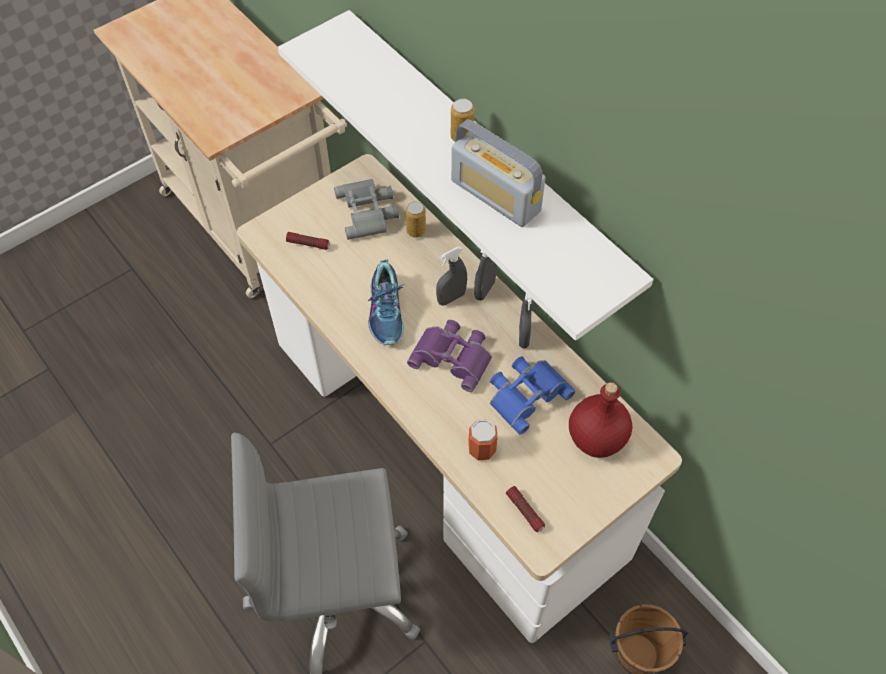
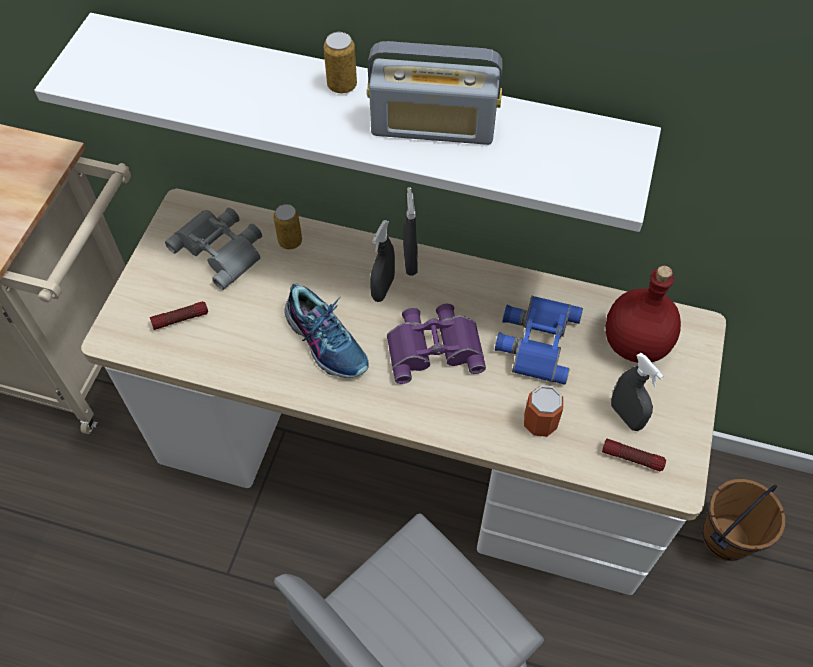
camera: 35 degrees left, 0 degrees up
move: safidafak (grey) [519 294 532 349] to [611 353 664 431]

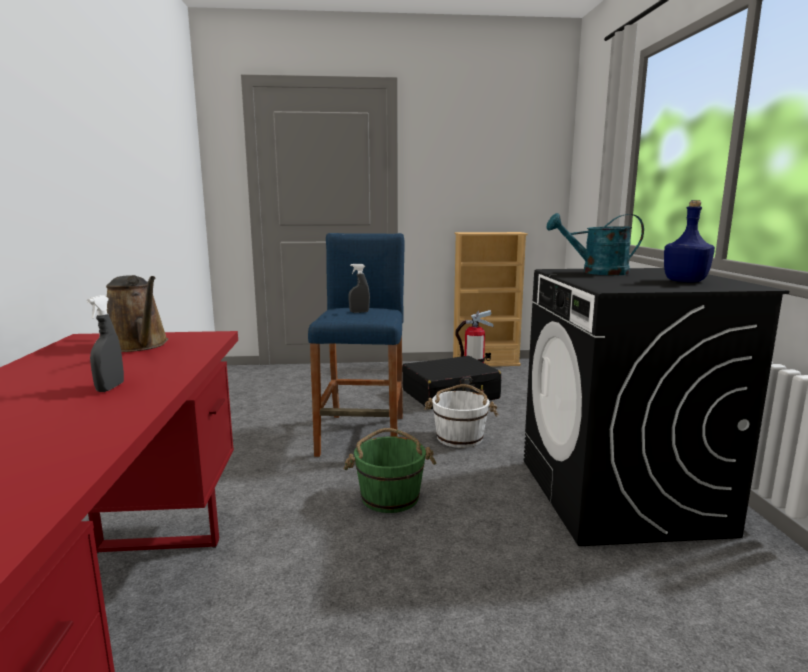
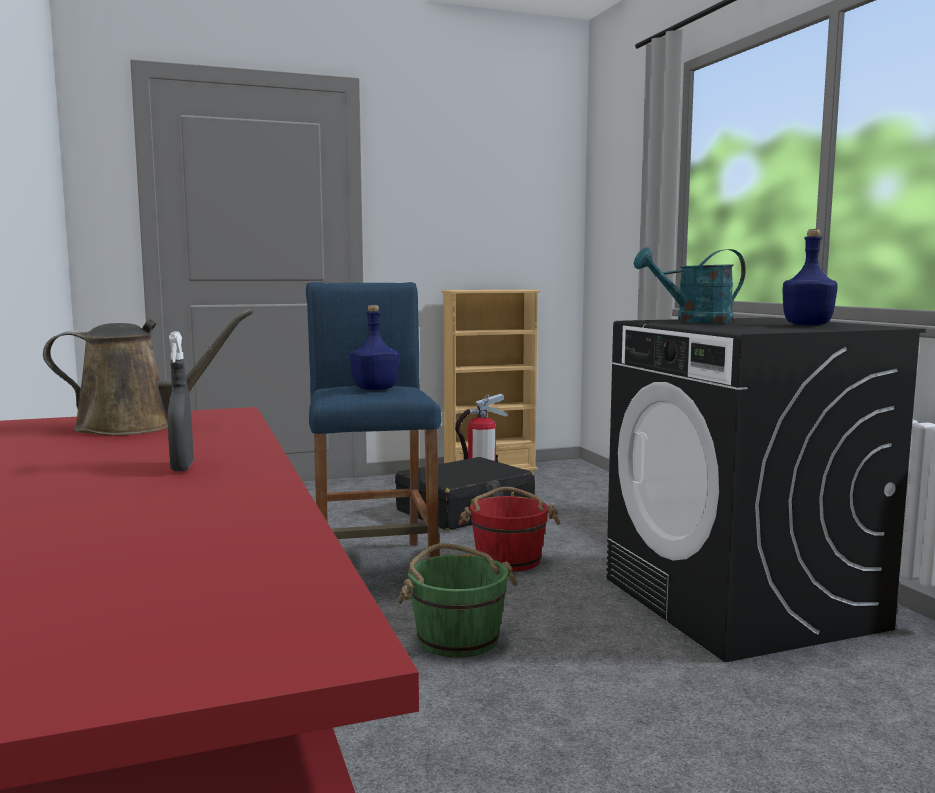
camera: 15 degrees left, 5 degrees down
replace: safidafak (grey) [348 264 370 313] to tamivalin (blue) [350 305 399 390]
recolor: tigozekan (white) [424 384 498 448] to tigozekan (red) [458 487 560 572]
rotate: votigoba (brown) [106 275 168 352] = [43 309 253 436] 45 degrees counterclockwise

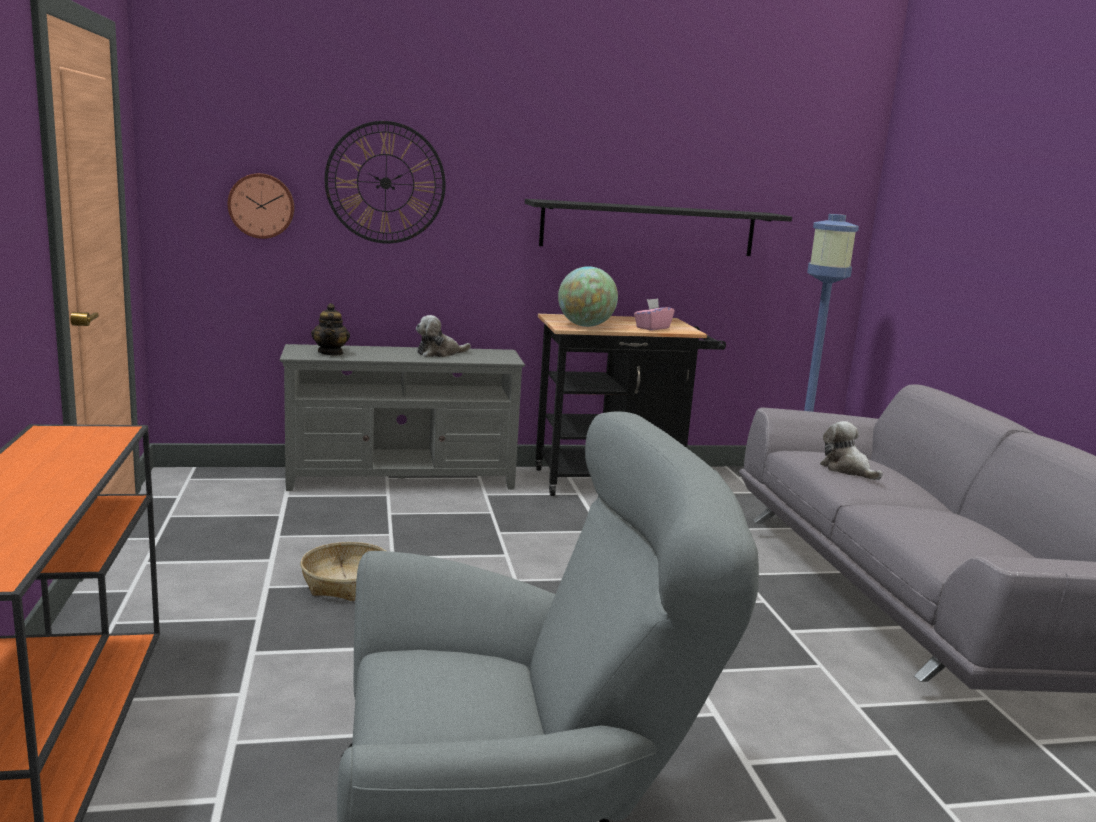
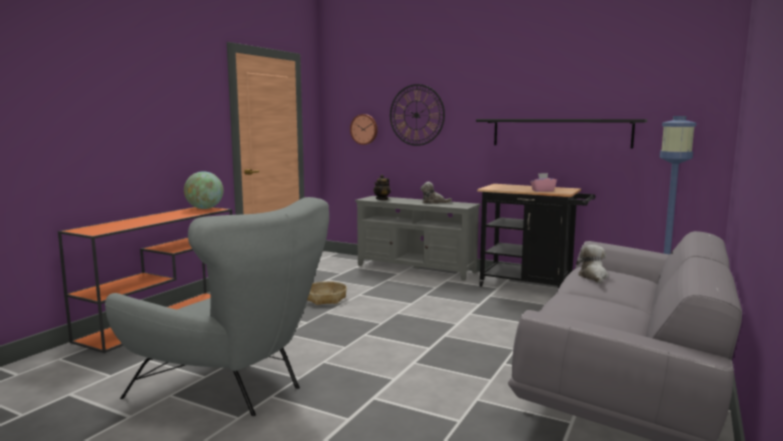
camera: 40 degrees right, 5 degrees down
move: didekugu [558 266 618 327] to [184 171 223 209]

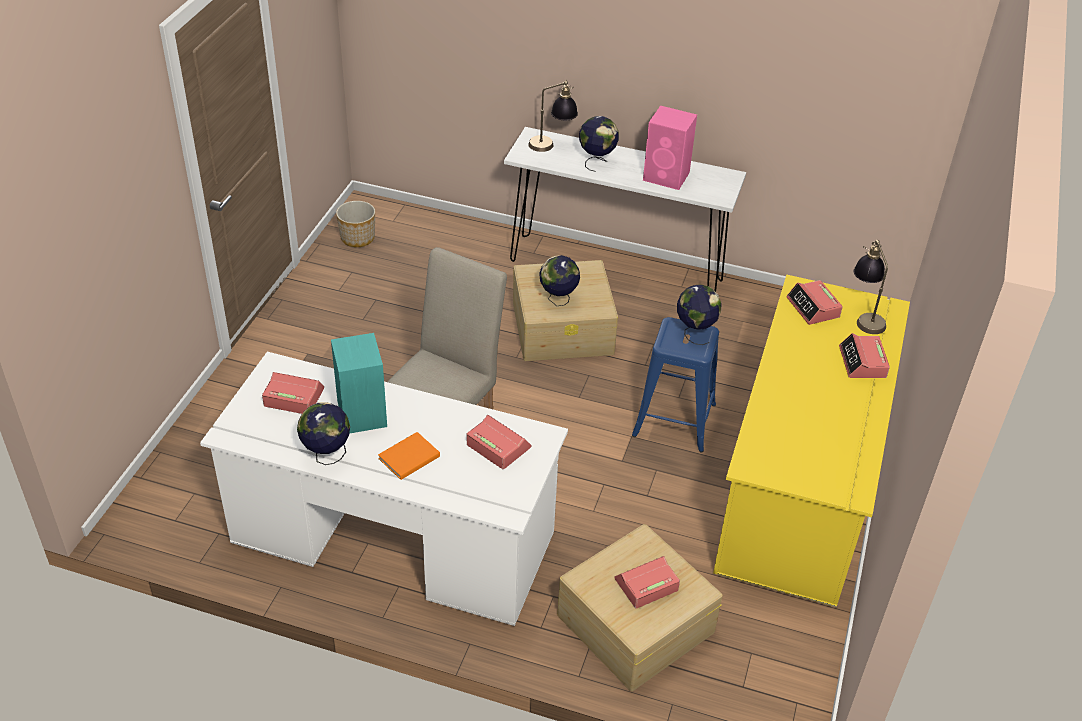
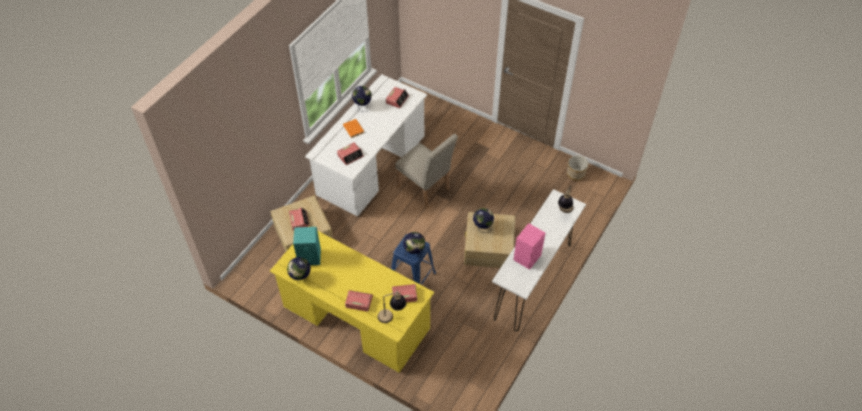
camera: 105 degrees right, 10 degrees up
move: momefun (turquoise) [331 333 387 434] to [293 227 321 265]; didekugu [579 116 619 172] to [287 257 311 282]

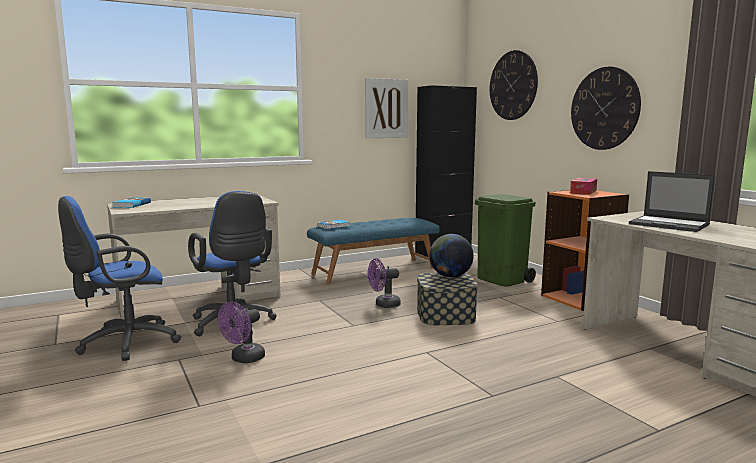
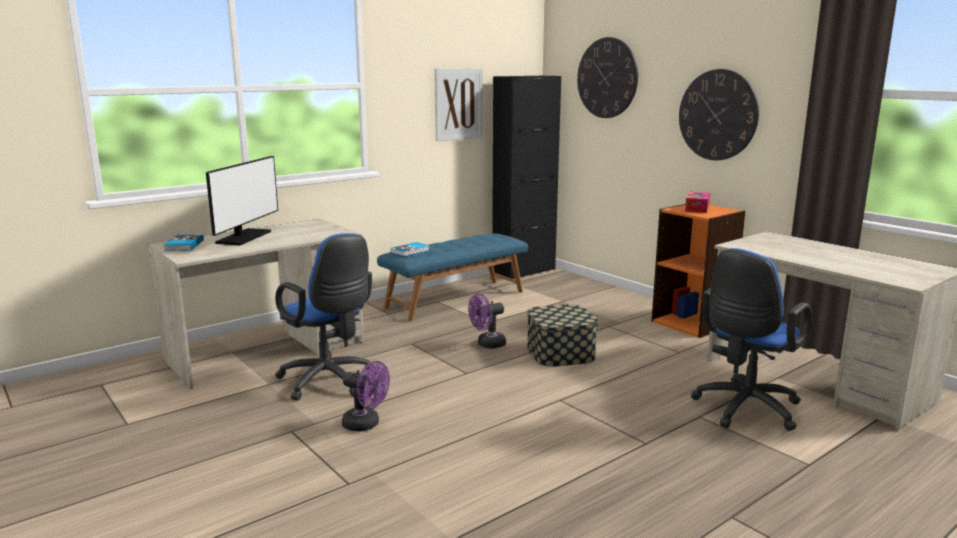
camera: 10 degrees left, 5 degrees up
delete: didekugu [429 234 474 277]; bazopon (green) [475 194 536 286]; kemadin [629 171 716 232]
insert: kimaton [206 156 278 245]
move: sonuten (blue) [58 196 181 361] to [691 248 812 431]
rotate: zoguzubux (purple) [218 302 265 363] = [342 361 390 432] 90 degrees counterclockwise

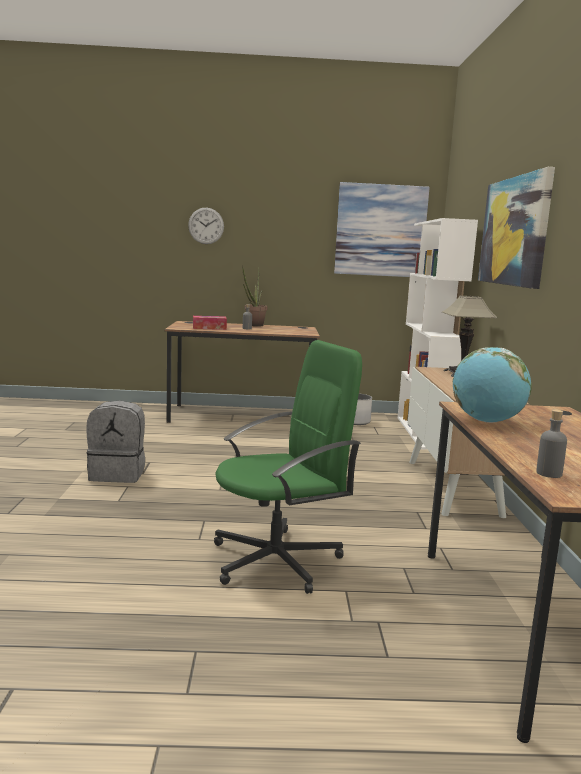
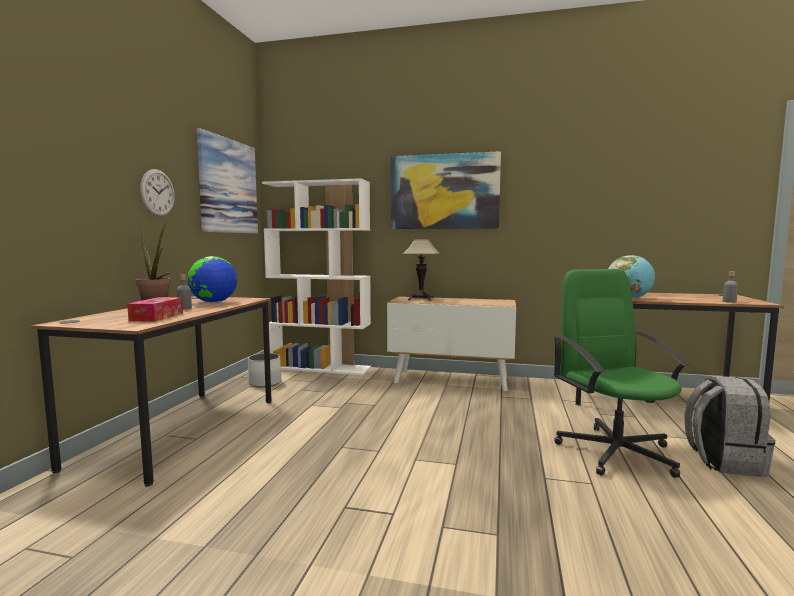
camera: 75 degrees left, 5 degrees down
insert: didekugu [187 256 237 303]
move: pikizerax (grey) [86 400 145 483] to [684 375 775 477]; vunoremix [188 208 224 244] to [140 169 175 216]

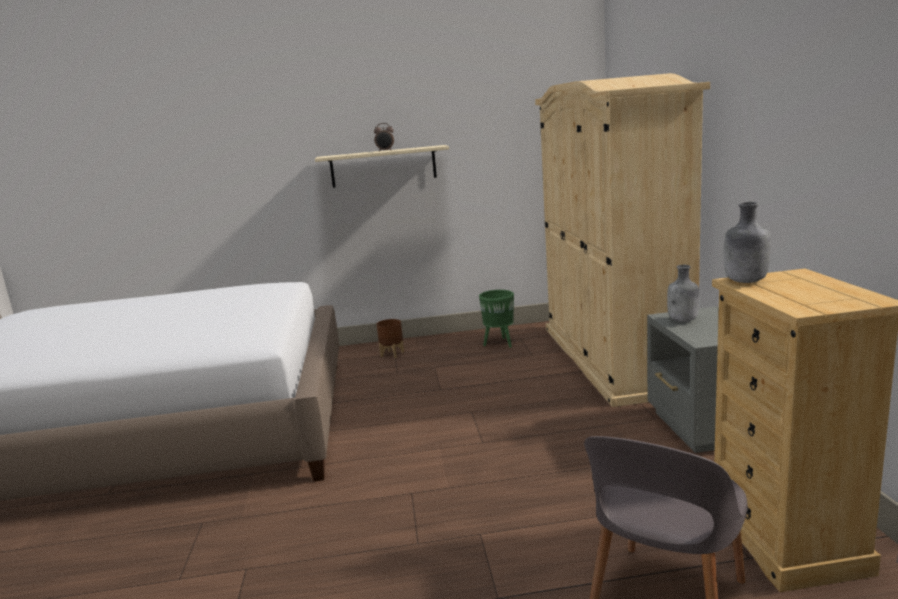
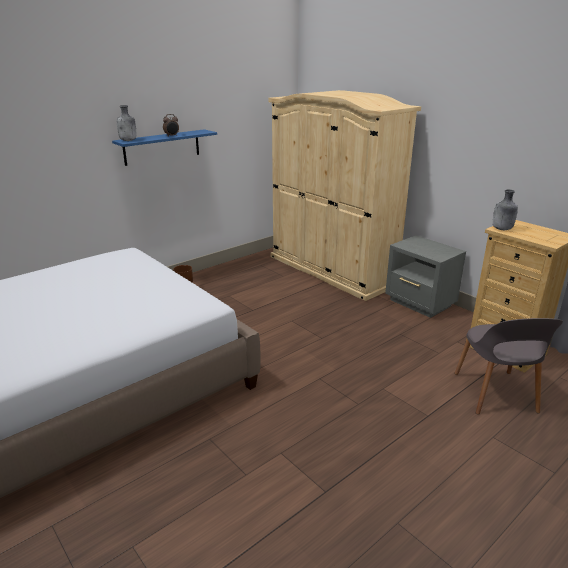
camera: 35 degrees left, 10 degrees up
delete: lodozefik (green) [479 290 514 348]
move: tamivalin (grey) [667 265 699 322] to [117 105 136 141]
recolor: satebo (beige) [315 145 449 188] to satebo (blue) [112 129 217 166]

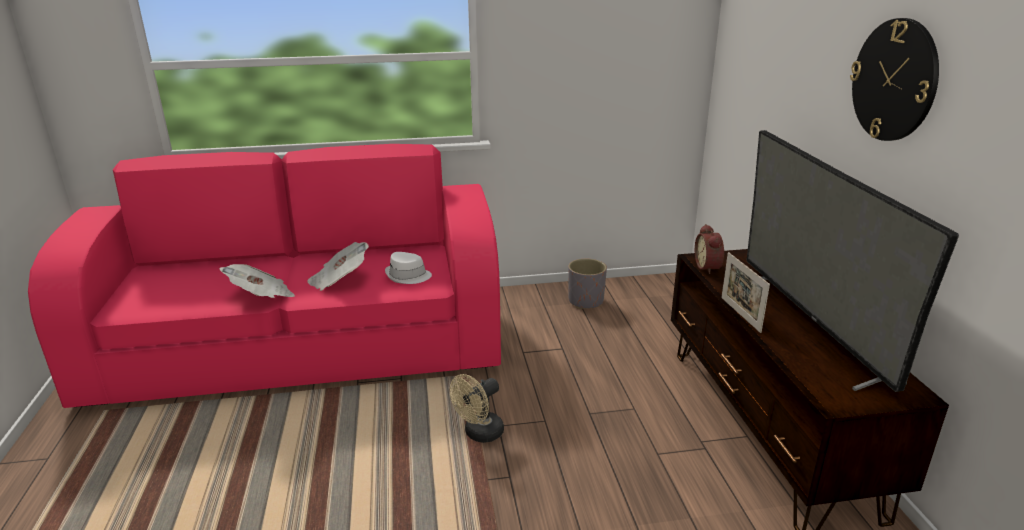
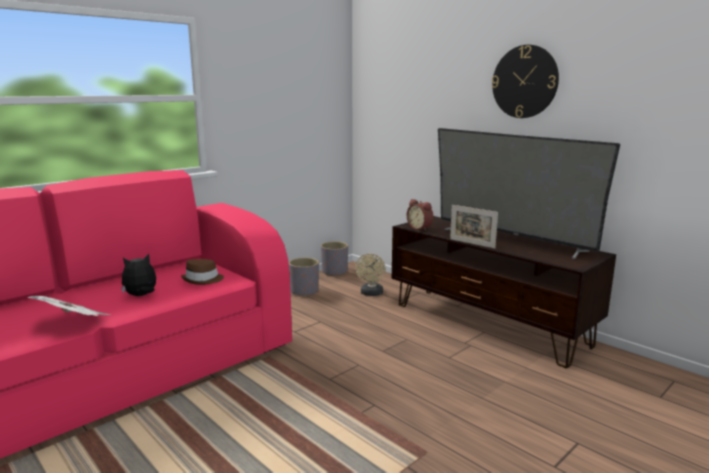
camera: 35 degrees left, 10 degrees down
insert: lodozefik (grey) [321 241 348 276]
move: zoguzubux (beige) [450 374 504 443] to [355 254 386 296]
replace: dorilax [307 242 369 291] to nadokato [121 254 156 296]
recolor: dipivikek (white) [385 252 432 284] to dipivikek (brown) [181 259 224 285]

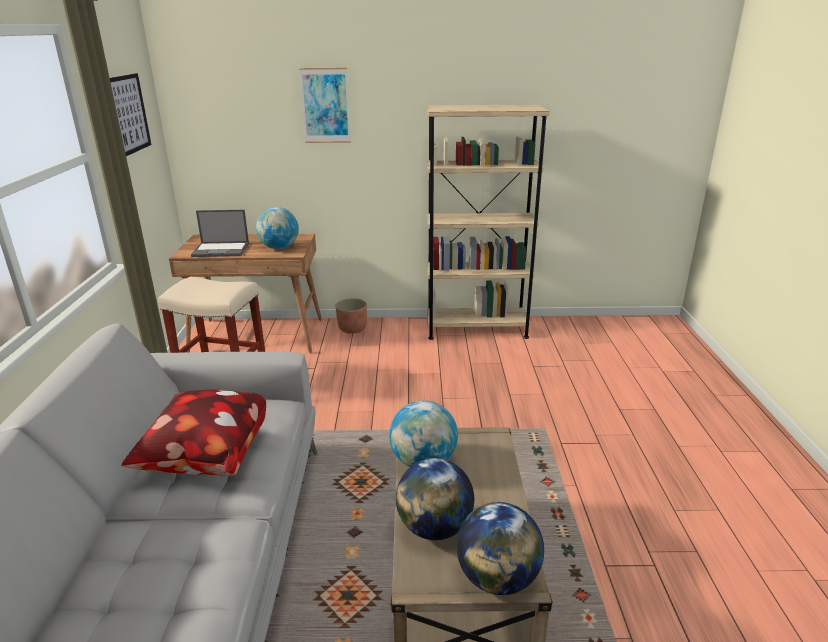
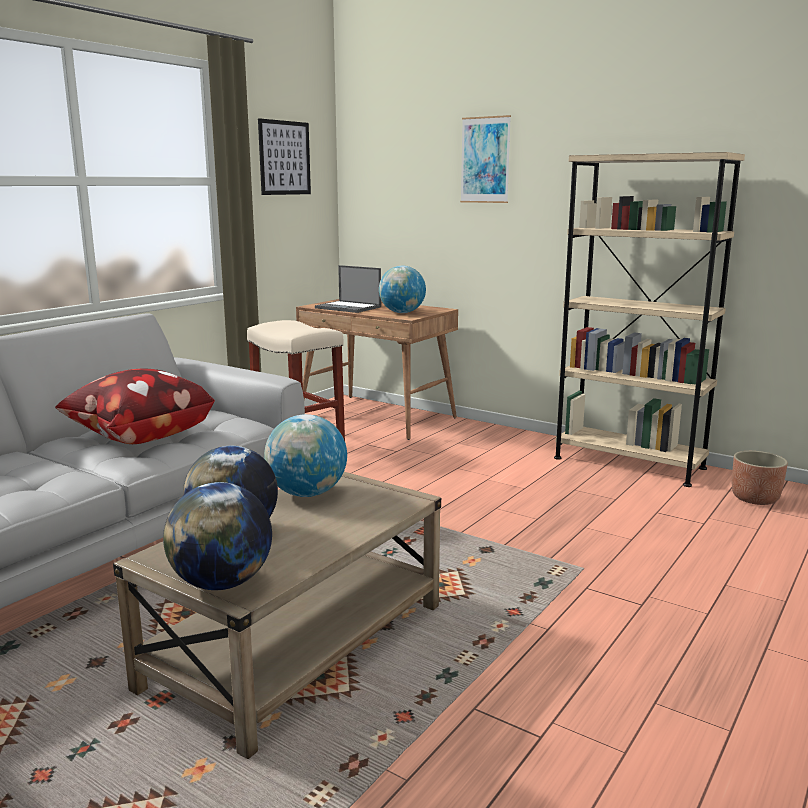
camera: 35 degrees right, 10 degrees down
move: lodozefik [335 298 367 334] to [732 451 788 505]

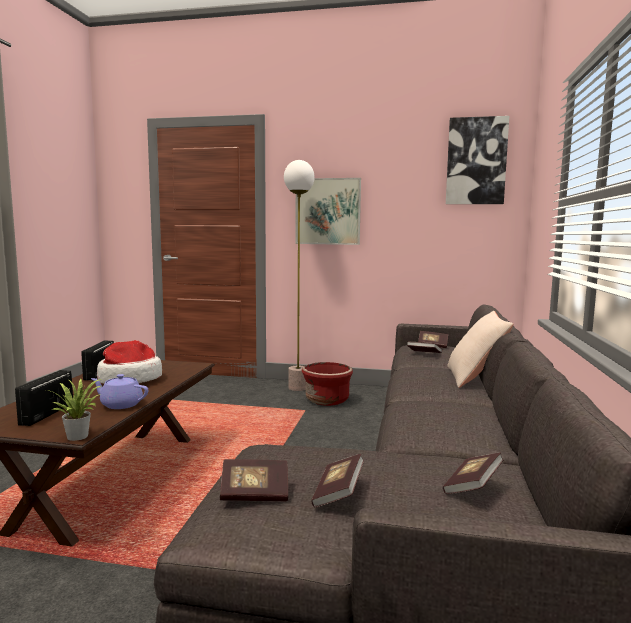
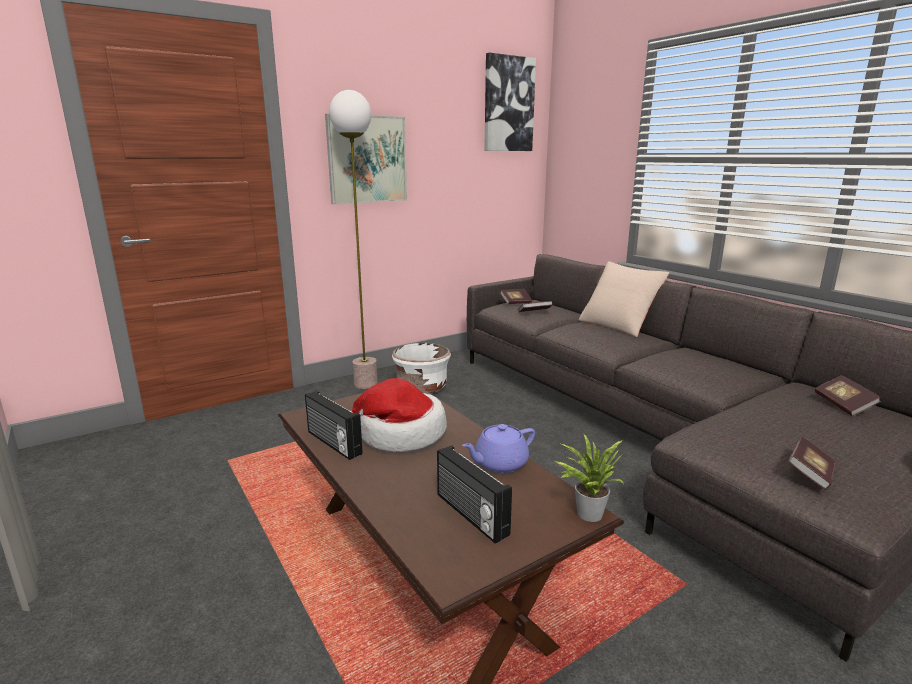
camera: 45 degrees left, 10 degrees up
delete: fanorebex [311 454 364 507]
recolor: lodozefik (red) [302 362 353 406] to lodozefik (white) [392 343 451 394]

